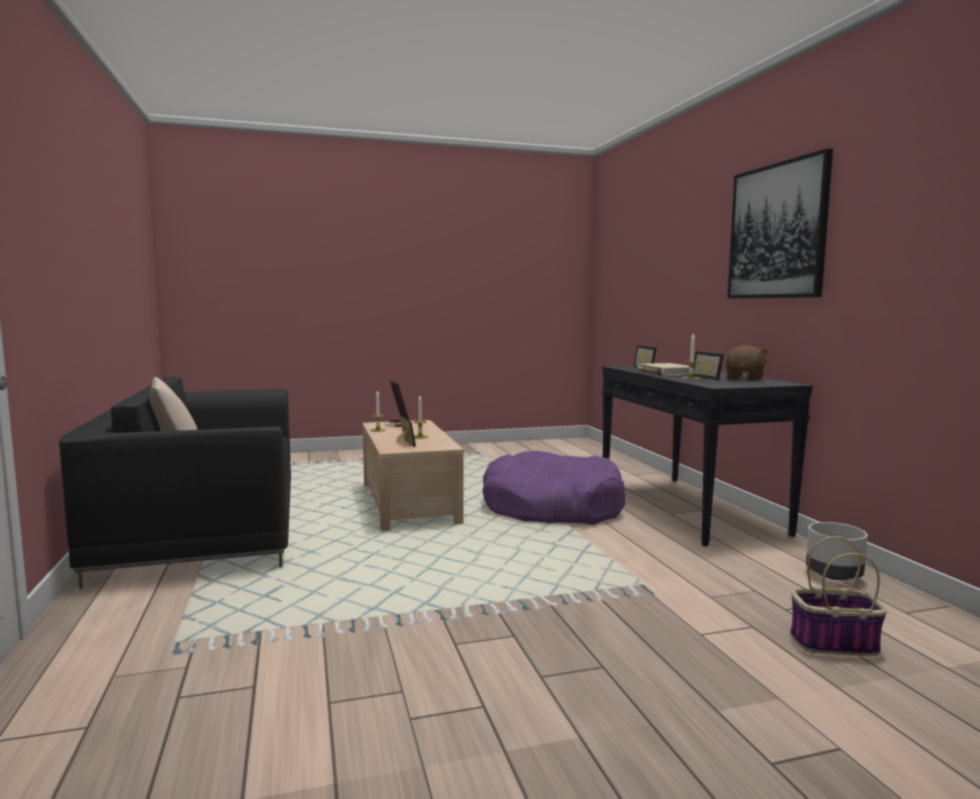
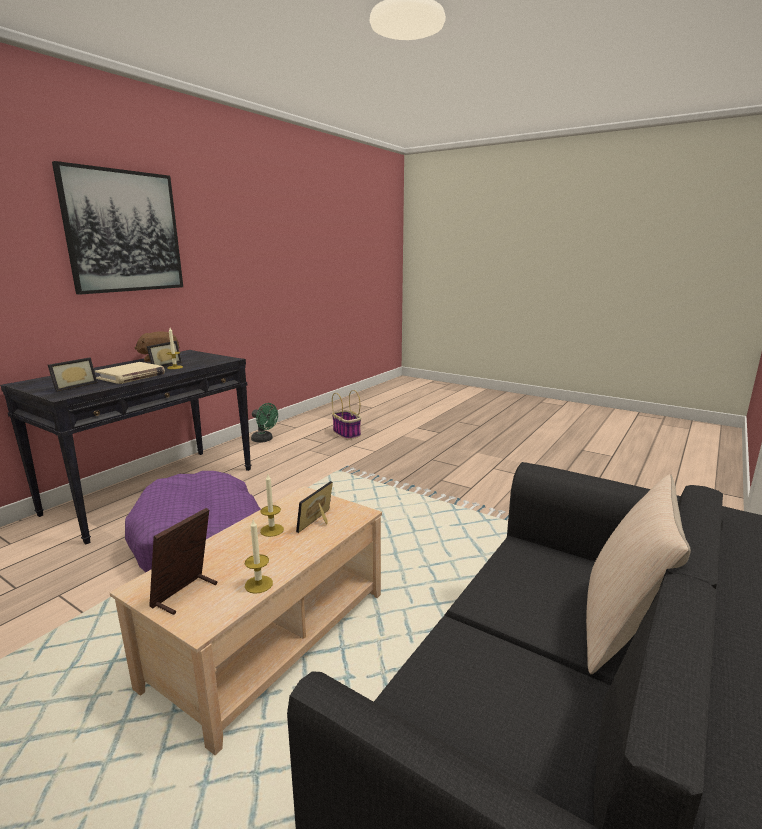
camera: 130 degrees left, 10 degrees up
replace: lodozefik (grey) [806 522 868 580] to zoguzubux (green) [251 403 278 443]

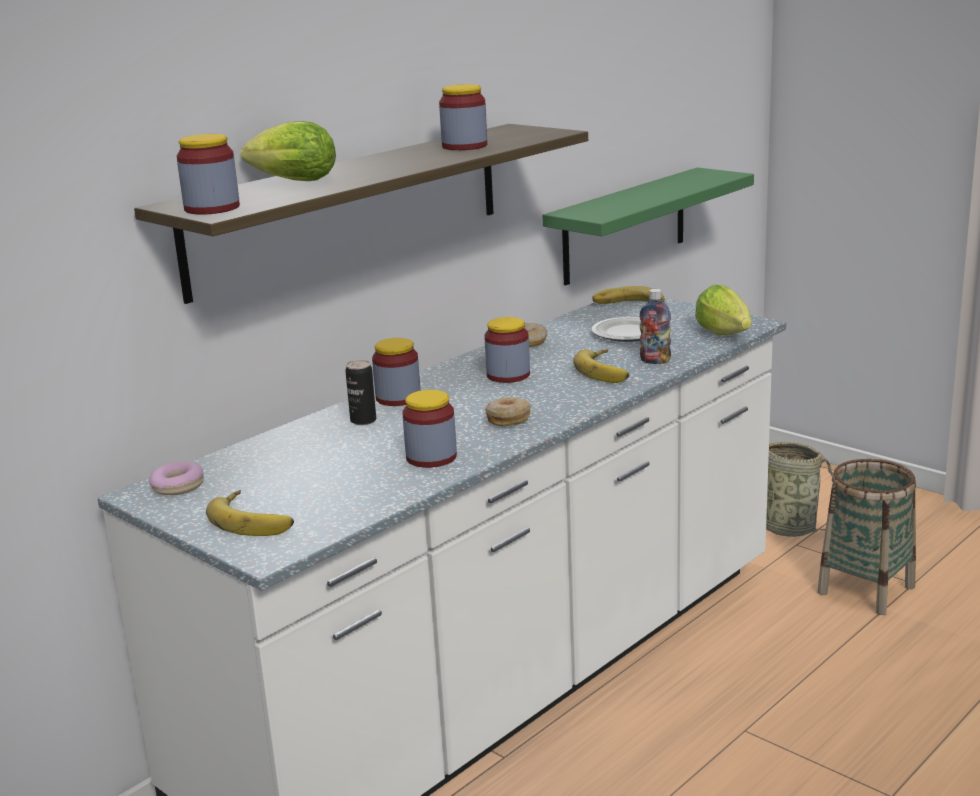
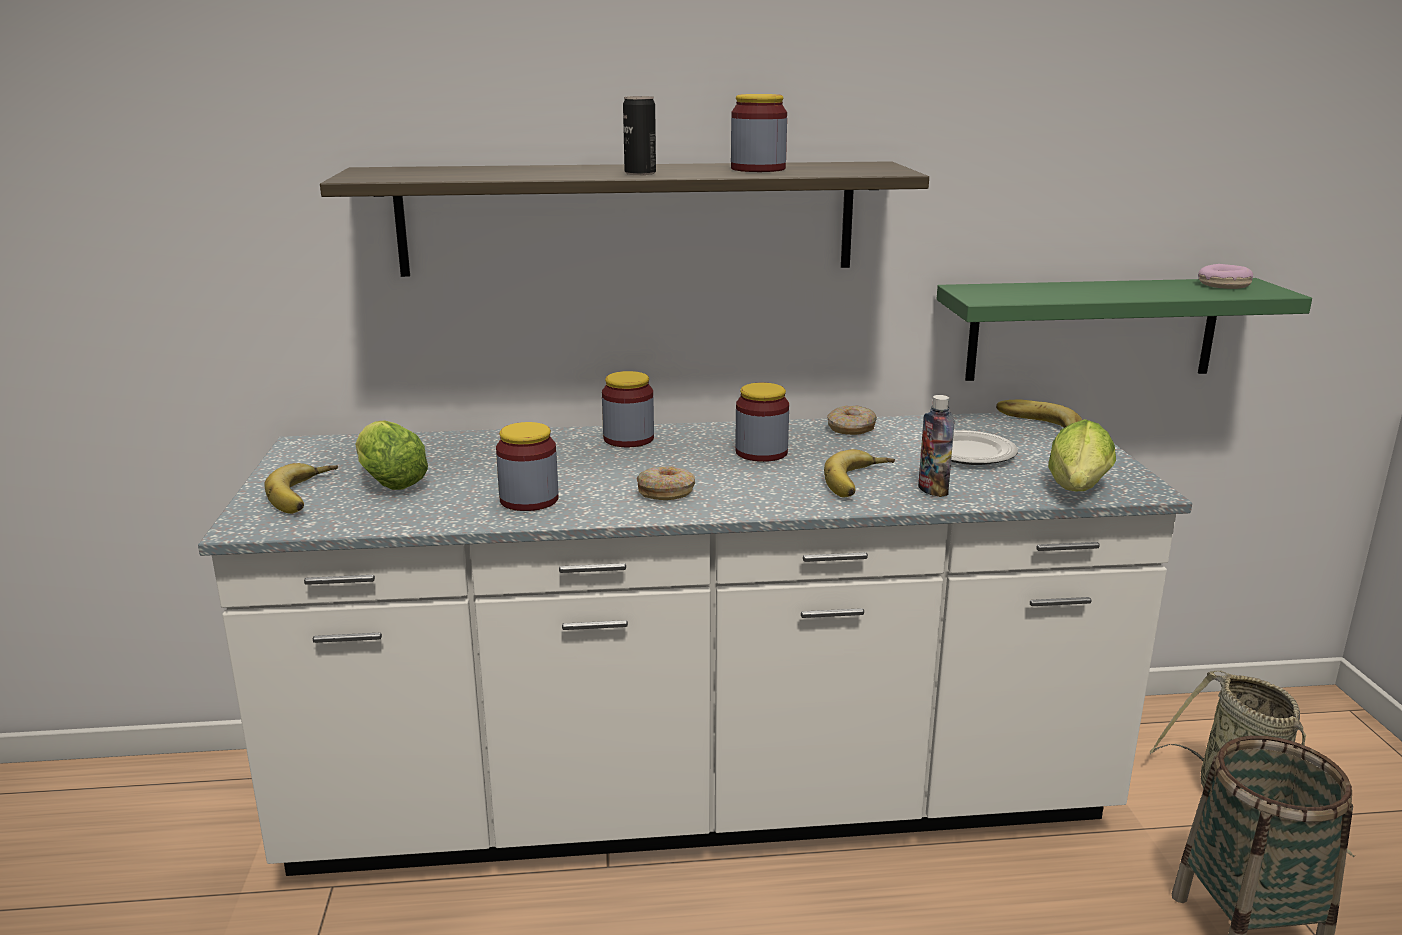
camera: 40 degrees right, 0 degrees up
delete: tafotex [177 134 240 215]
move: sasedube [149 462 204 495] to [1198 264 1253 289]; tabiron [241 121 336 181] to [355 421 428 490]; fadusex [345 360 376 425] to [623 96 656 175]

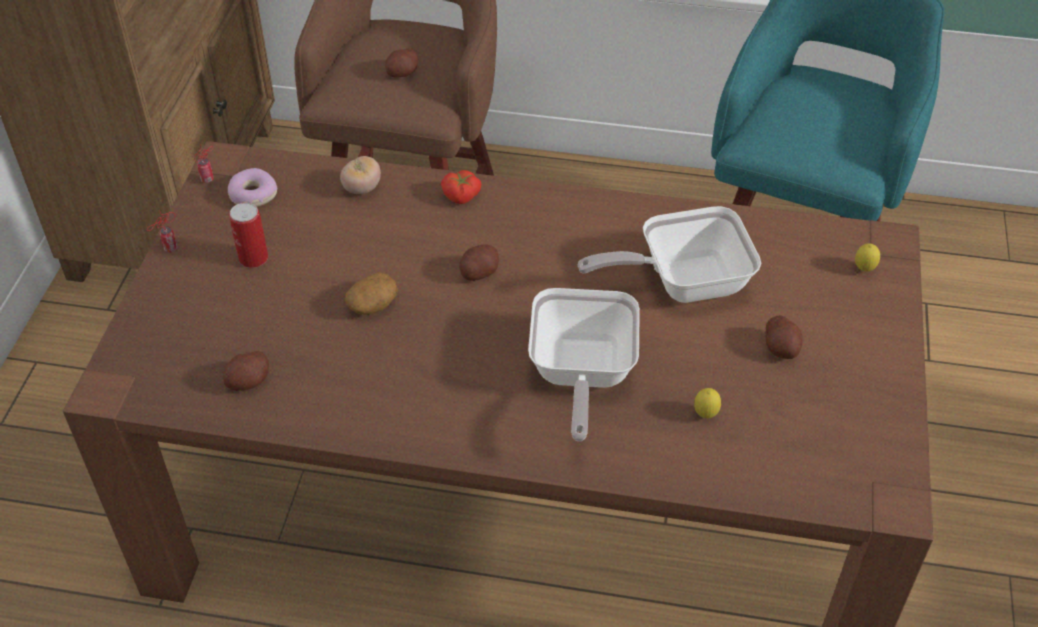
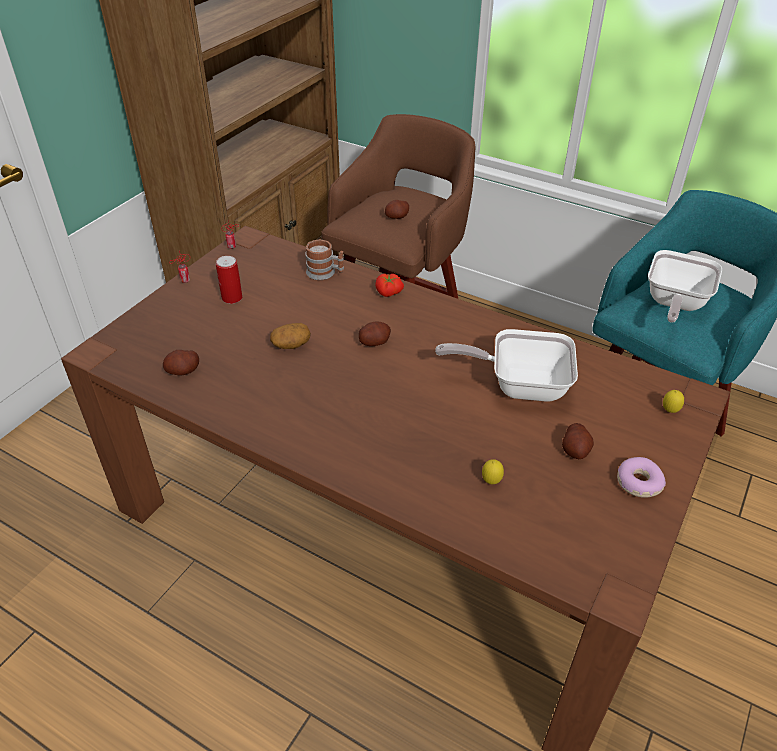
camera: 20 degrees right, 5 degrees down
move: sasedube [228 168 277 207] to [617 457 666 498]; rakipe [528 288 640 441] to [648 250 722 323]
replace: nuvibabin [340 156 381 194] to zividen [305 239 344 280]

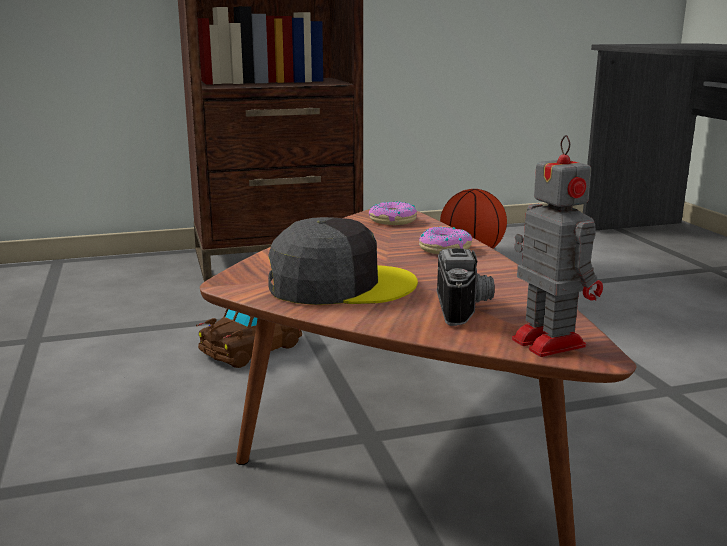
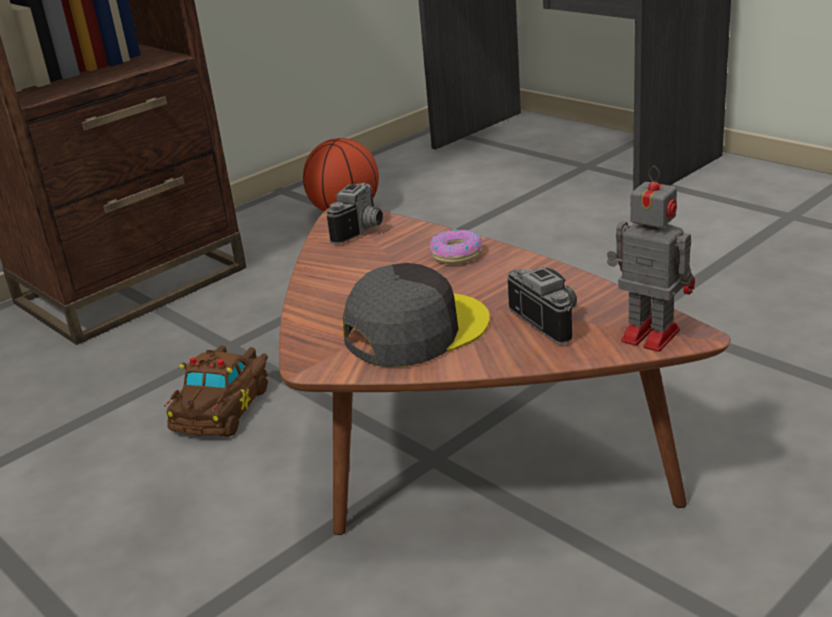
camera: 25 degrees left, 10 degrees up
replace: sasedube [369 201 417 225] to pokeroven [327 183 383 244]

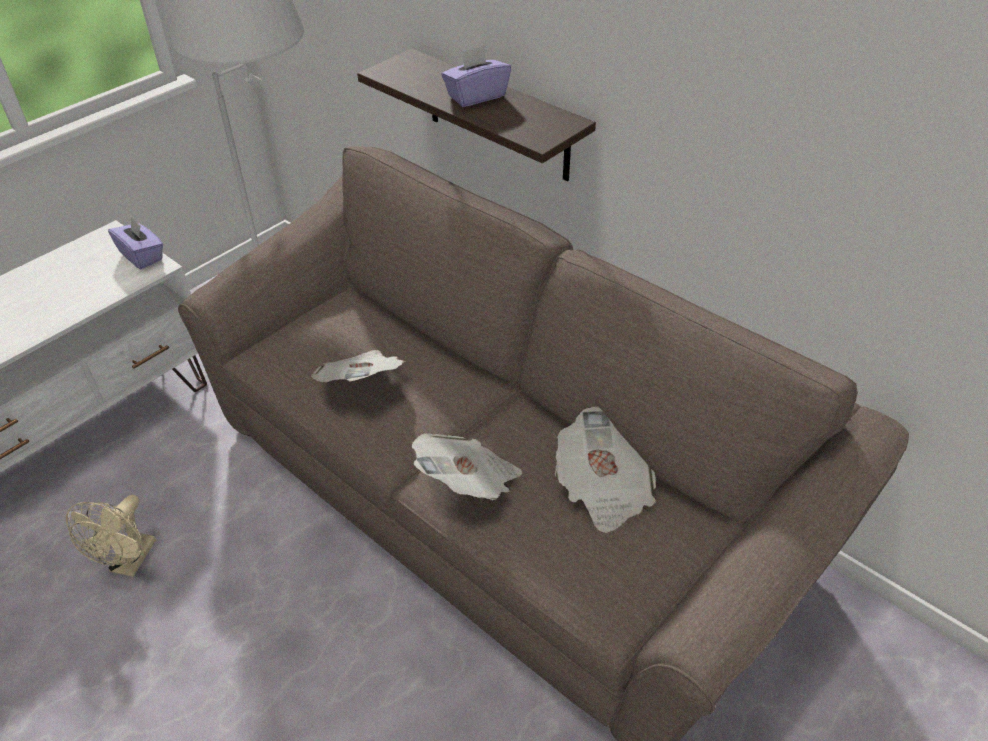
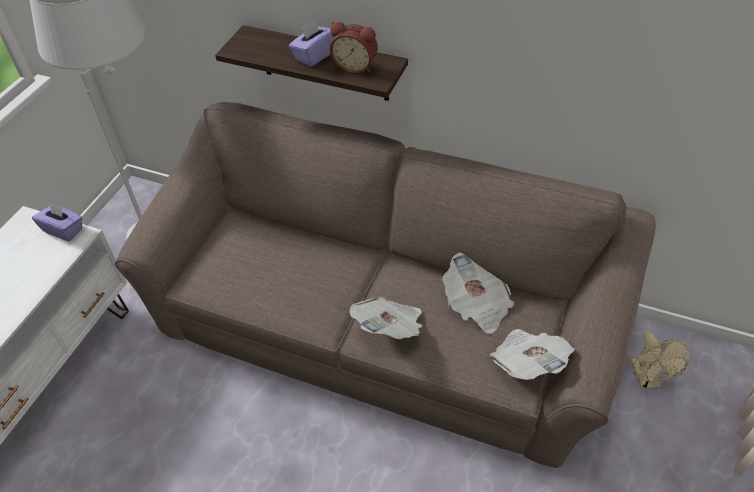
camera: 20 degrees left, 5 degrees up
insert: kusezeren [330 22 378 74]
move: zoguzubux (beige) [66 495 156 577] to [630 331 692 389]; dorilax [311 350 405 382] to [490 329 575 380]

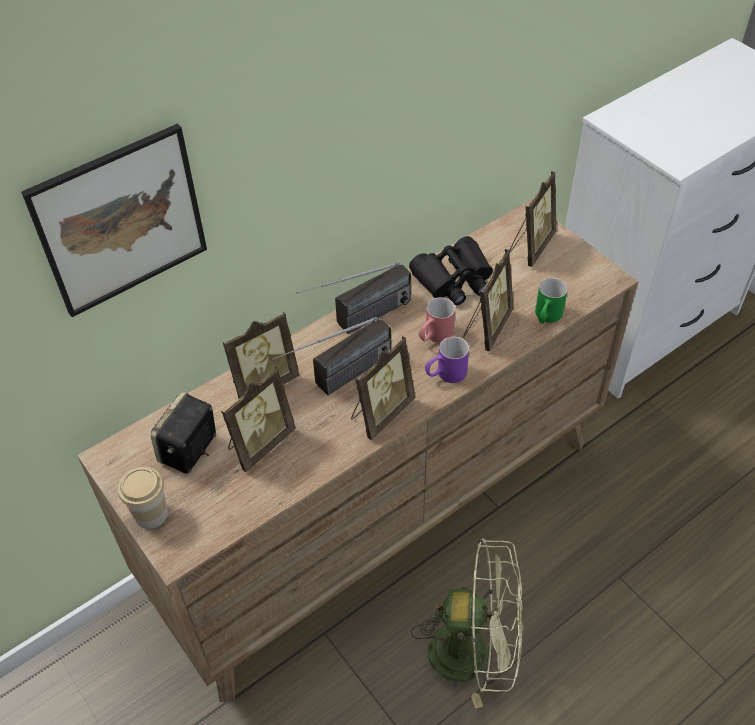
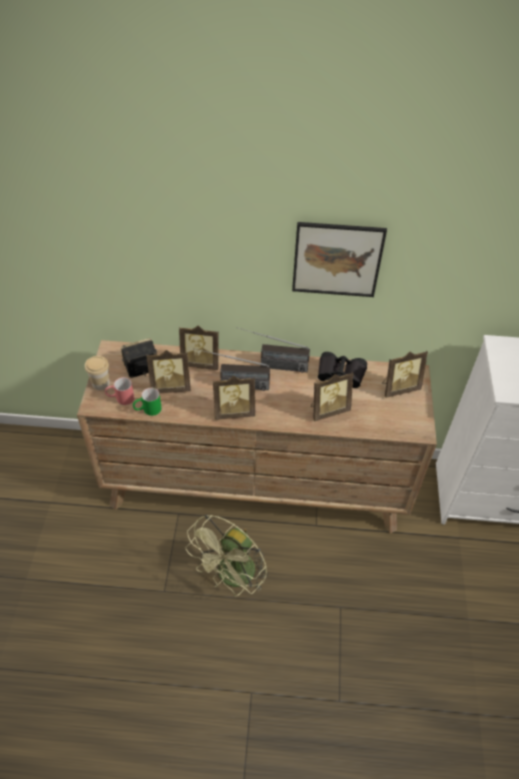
camera: 40 degrees right, 0 degrees up
delete: zividen (purple) [425 336 469 383]
move: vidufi [21 124 207 317] to [292 222 387 297]; zividen (red) [419 297 455 343] to [105 377 134 405]; zividen (green) [535 278 568 324] to [133 388 162 416]
rotate: zoguzubux (green) [411 538 523 709] = [185 514 268 596] 75 degrees clockwise

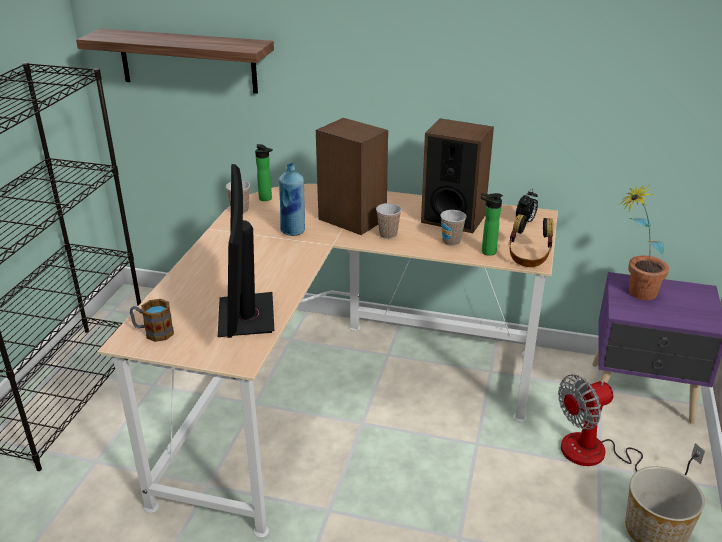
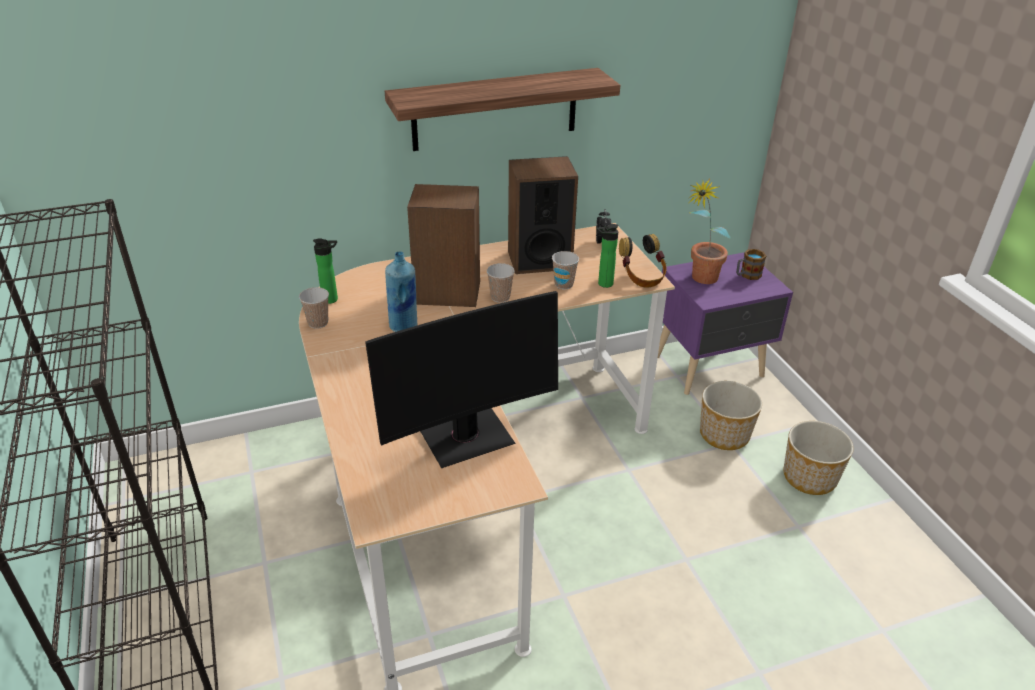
camera: 35 degrees left, 5 degrees up
move: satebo [76 28 274 94] to [385 68 620 151]; zividen [130 299 174 342] to [736 249 766 280]
replace: zoguzubux [558 374 705 475] to lodozefik [700 381 762 450]
rotate: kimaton [218 164 275 338] = [365 291 558 468] 75 degrees counterclockwise

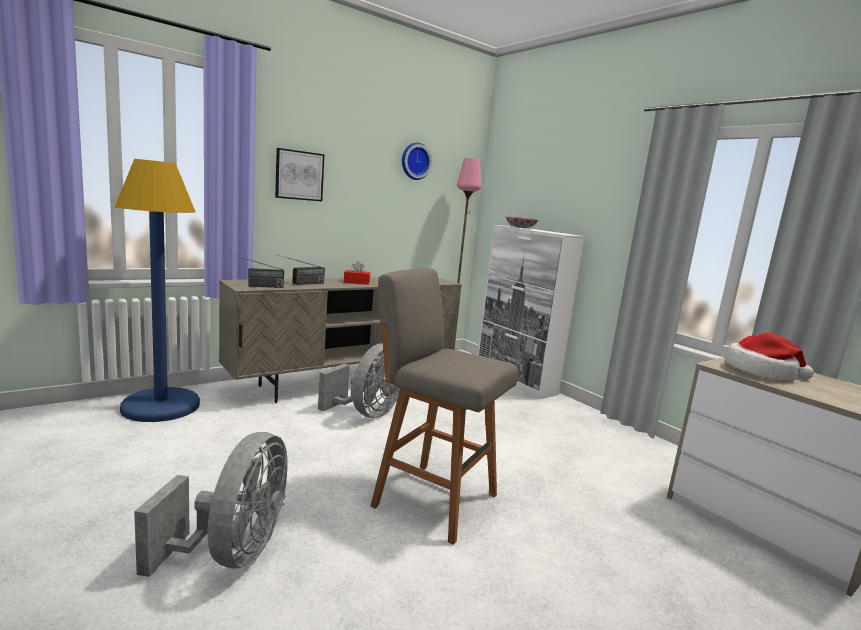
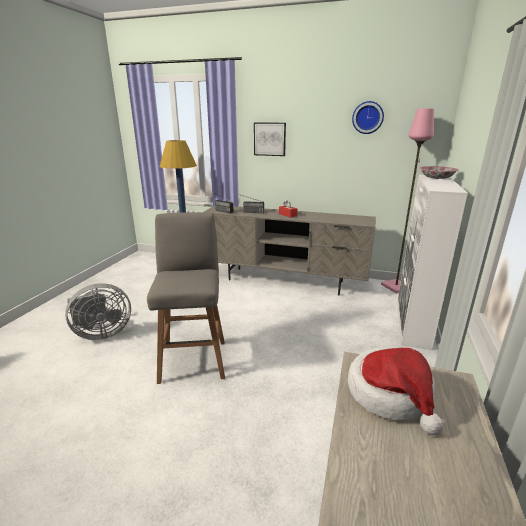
camera: 55 degrees right, 10 degrees up
delete: zoguzubux (grey) [318 343 400 418]

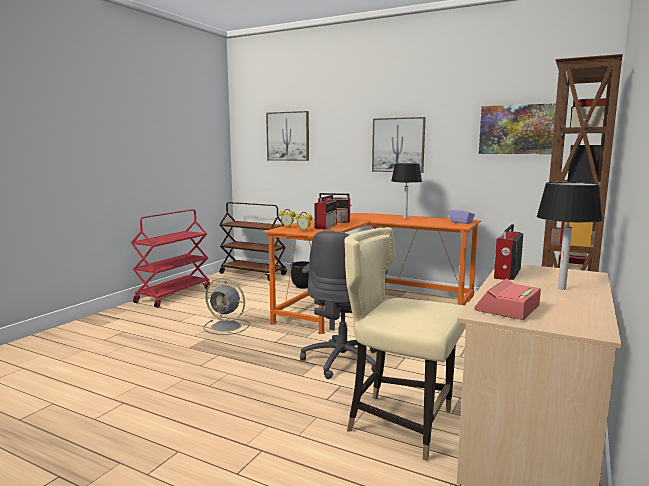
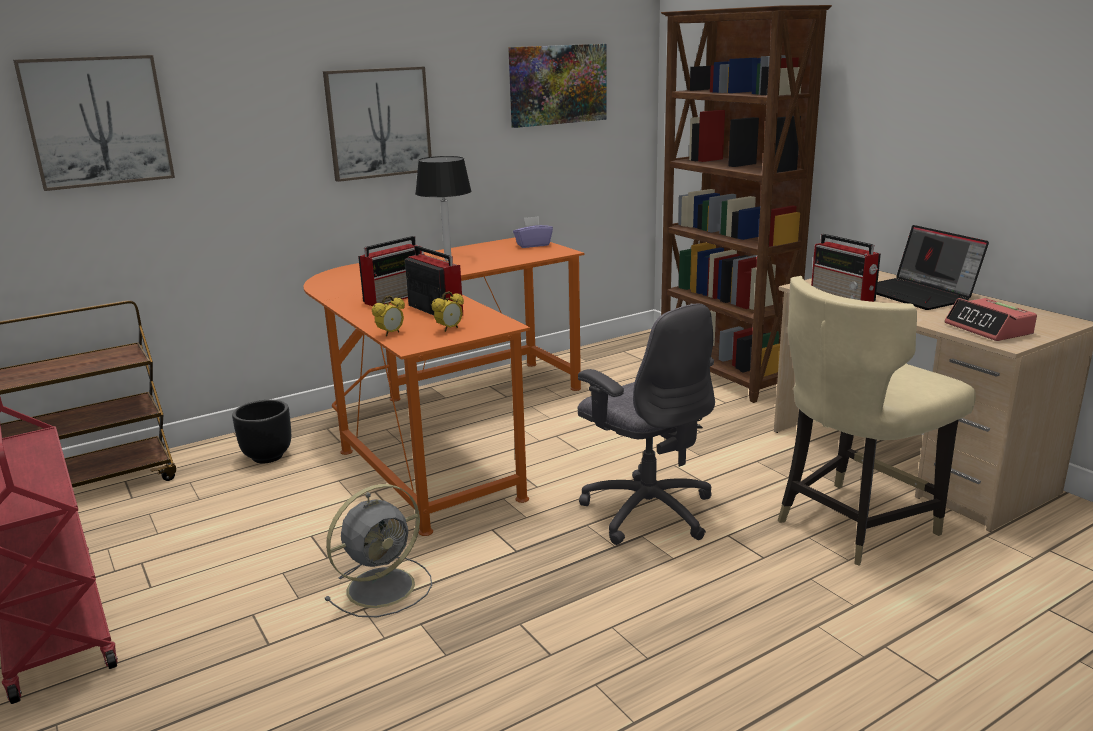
camera: 60 degrees left, 10 degrees up
replace: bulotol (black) [536 182 603 290] to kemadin [876 225 989 310]

